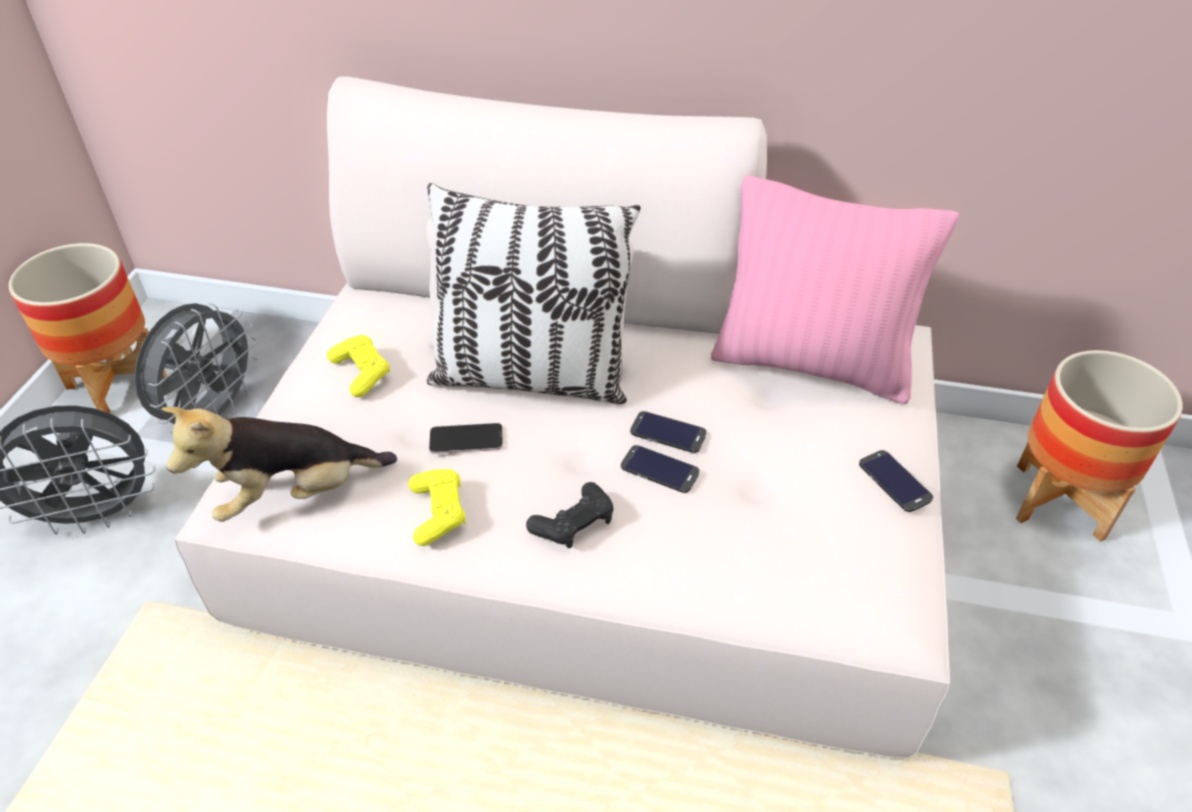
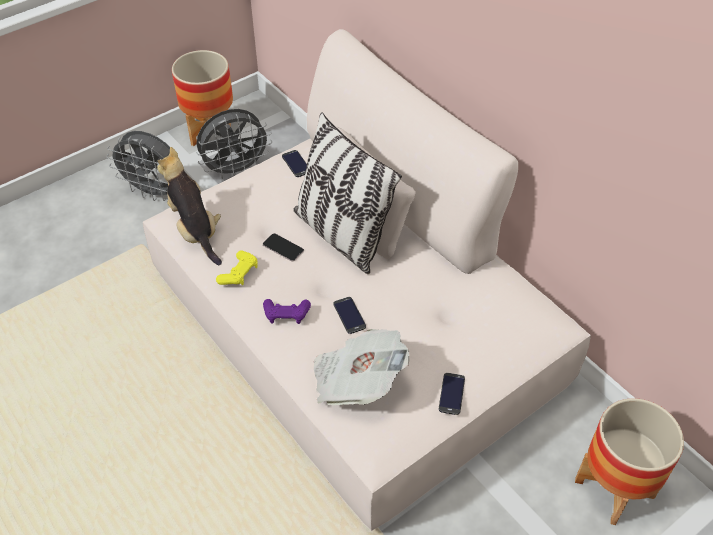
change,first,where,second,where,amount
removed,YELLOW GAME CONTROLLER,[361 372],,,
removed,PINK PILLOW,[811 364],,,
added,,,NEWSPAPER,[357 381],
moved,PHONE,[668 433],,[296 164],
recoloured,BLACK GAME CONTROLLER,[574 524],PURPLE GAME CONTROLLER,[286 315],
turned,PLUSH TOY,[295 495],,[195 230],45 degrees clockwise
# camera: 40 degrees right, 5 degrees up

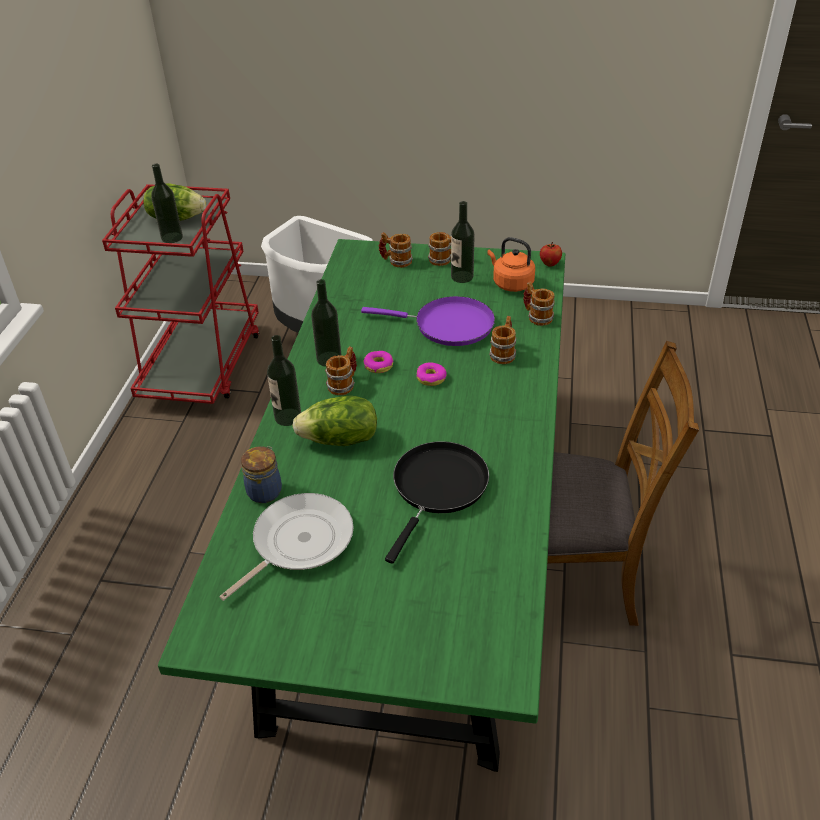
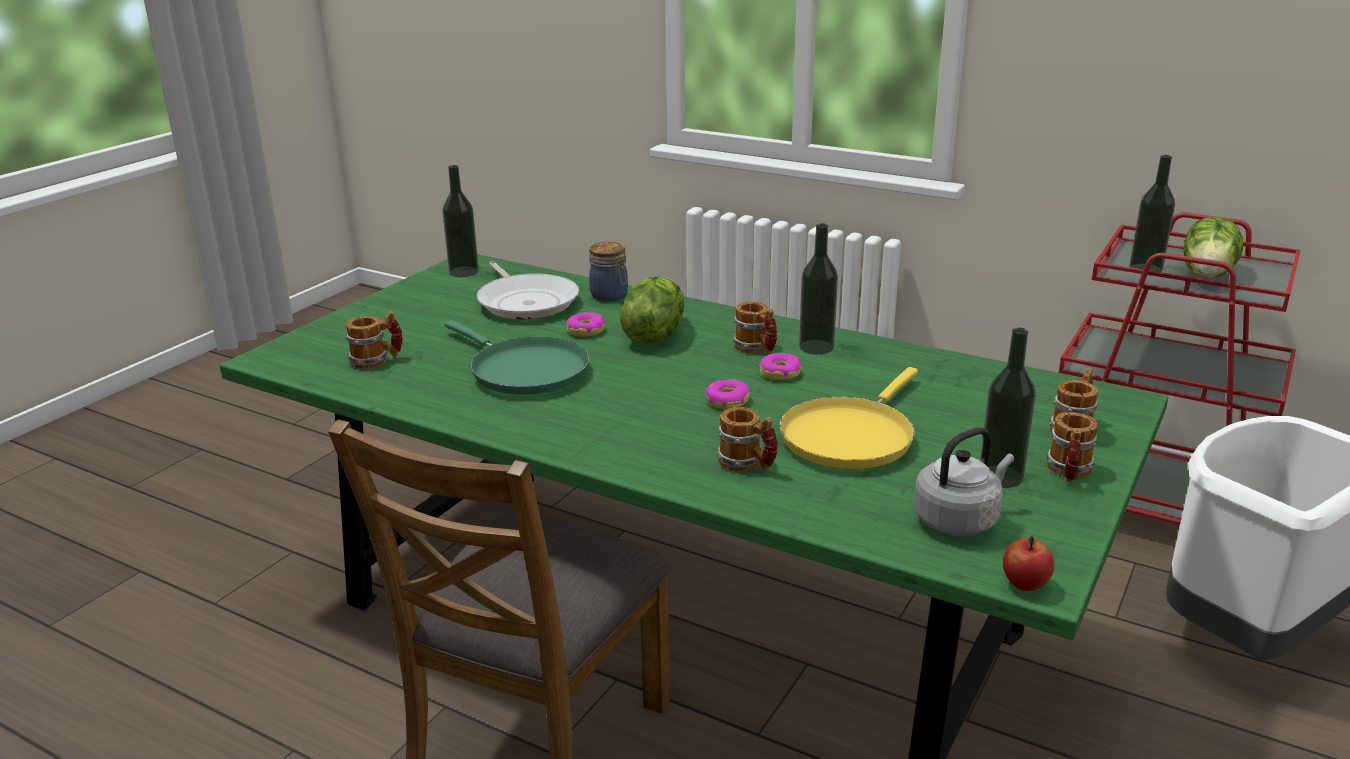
change,first,where,second,where,amount
added,,,DONUT,[586 330],
moved,BOTTLE,[288 417],,[464 272],
moved,MUG,[536 316],,[377 360],
recoloured,PURPLE FRYING PAN,[448 325],YELLOW FRYING PAN,[850 436],
recoloured,BLACK FRYING PAN,[437 488],GREEN FRYING PAN,[524 370],
recoloured,ORANGE KETTLE,[511 283],GREY KETTLE,[959 519],
# camera: 110 degrees right, 15 degrees down

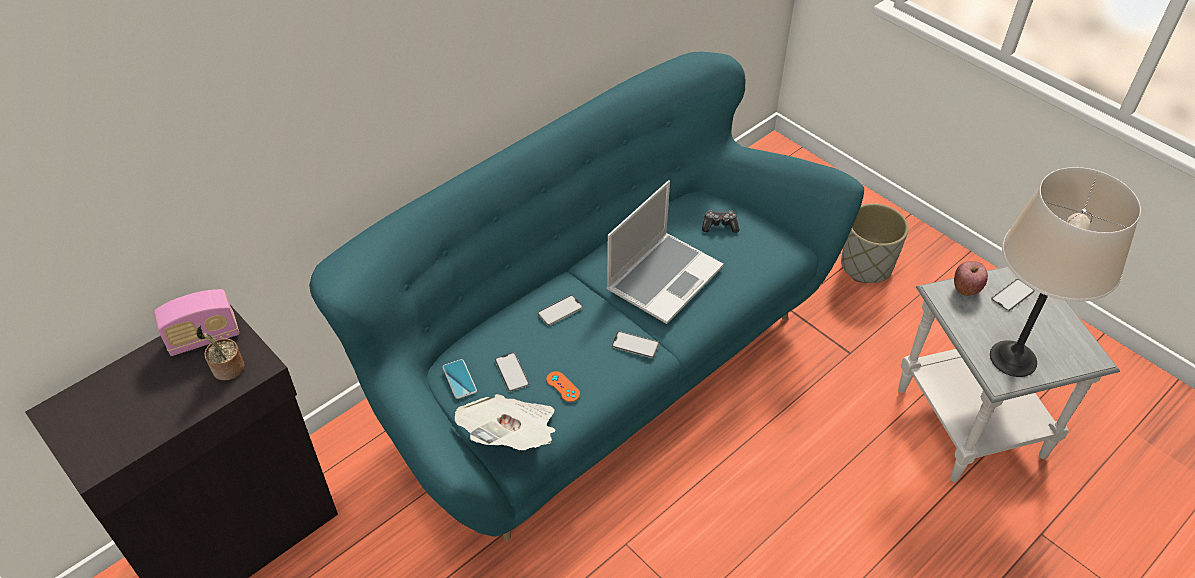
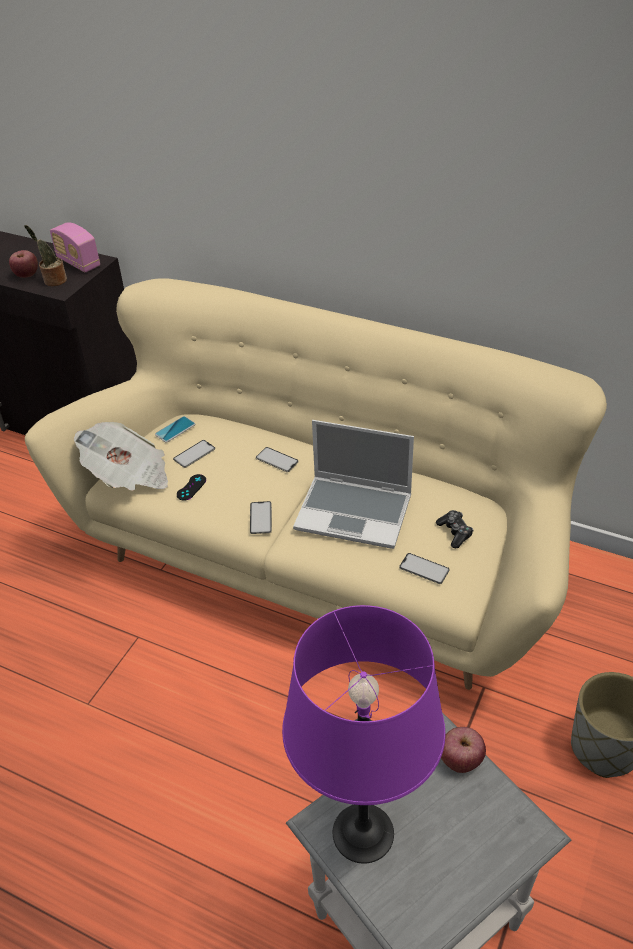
change,first,where,second,where,amount
added,,,APPLE,[27 275],
moved,PHONE,[1012 295],,[424 568],
recoloured,TURQUOISE SOFA,[597 366],BEIGE SOFA,[320 557],
recoloured,ORANGE GAME CONTROLLER,[563 387],BLACK GAME CONTROLLER,[191 487],
recoloured,BEIGE TABLE LAMP,[1013 359],PURPLE TABLE LAMP,[363 833],
# camera: 70 degrees right, 5 degrees down

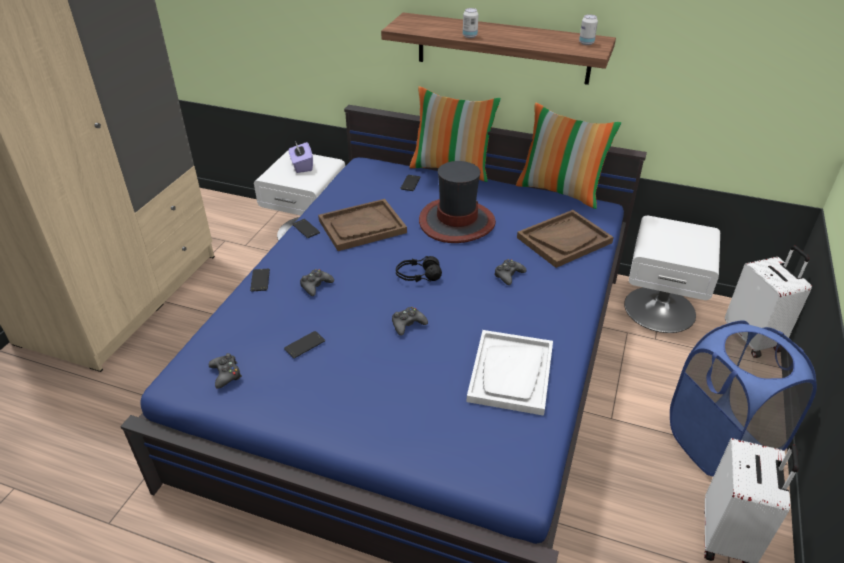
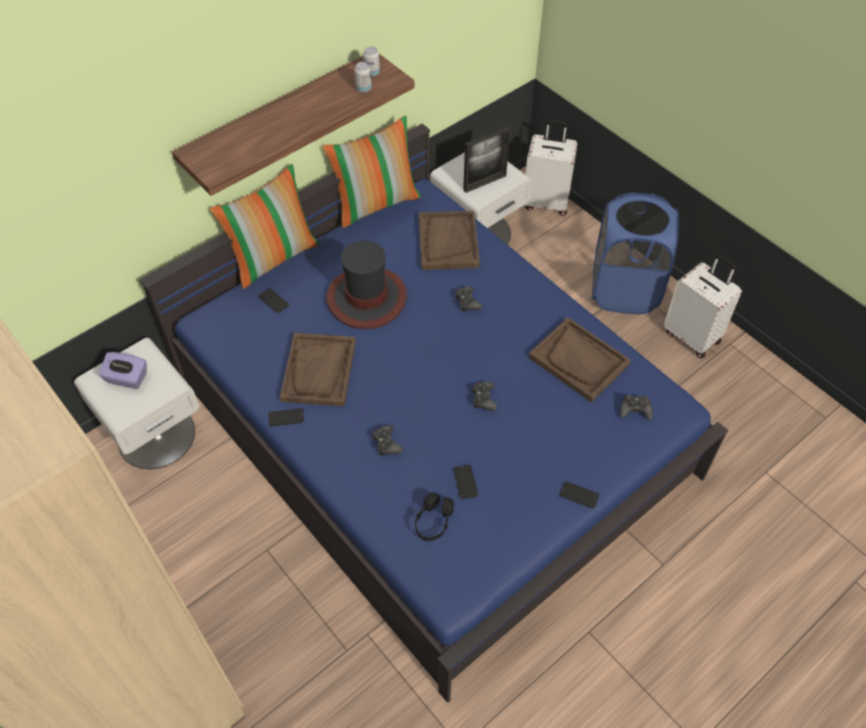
change,first,where,second,where,amount
added,,,PICTURE FRAME,[484 183],
moved,BLACK GAME CONTROLLER,[226 374],,[635 410],
moved,PHONE,[260 280],,[579 495],
moved,BLACK HEADPHONES,[418 276],,[433 522],
moved,CAN,[469 36],,[363 89],
recoloured,WHITE TRAY,[511 373],BROWN TRAY,[579 361],
# camera: 60 degrees left, 15 degrees up

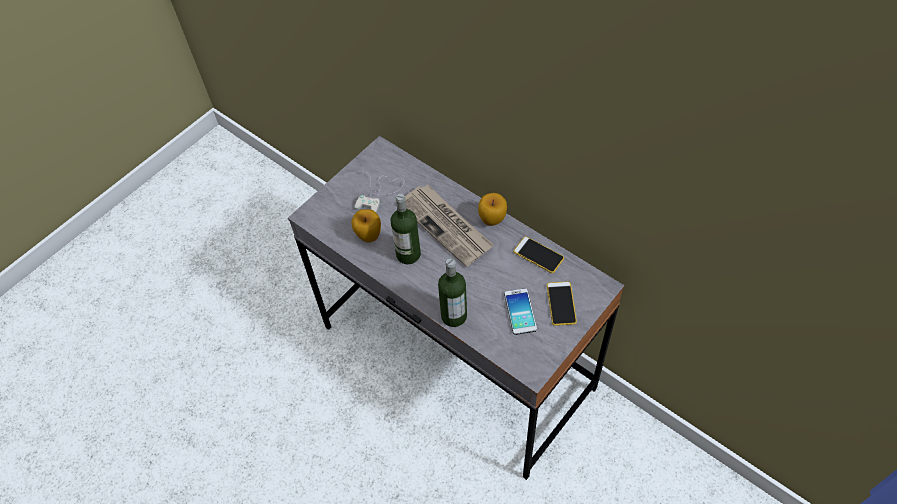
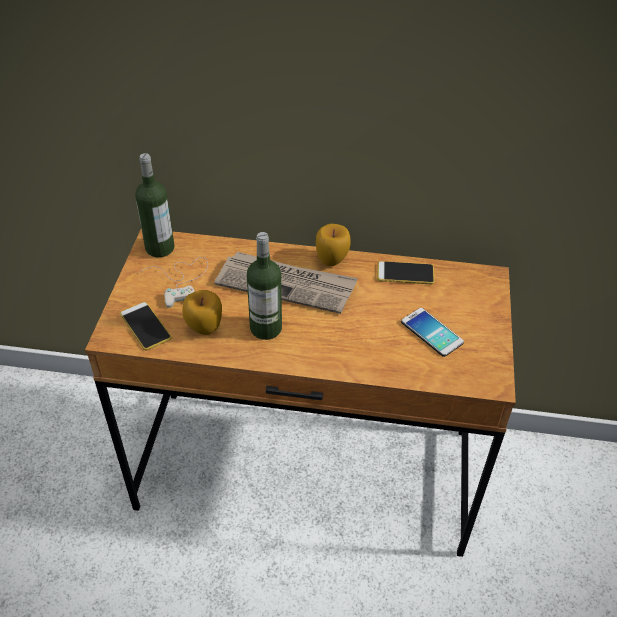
change,first,where,second,where,amount
moved,BOTTLE,[454 316],,[160 248],
moved,PHONE,[561 303],,[145 326],
recoloured,GREY DESK,[457 358],BROWN DESK,[306 470],
# camera: 35 degrees left, 10 degrees down

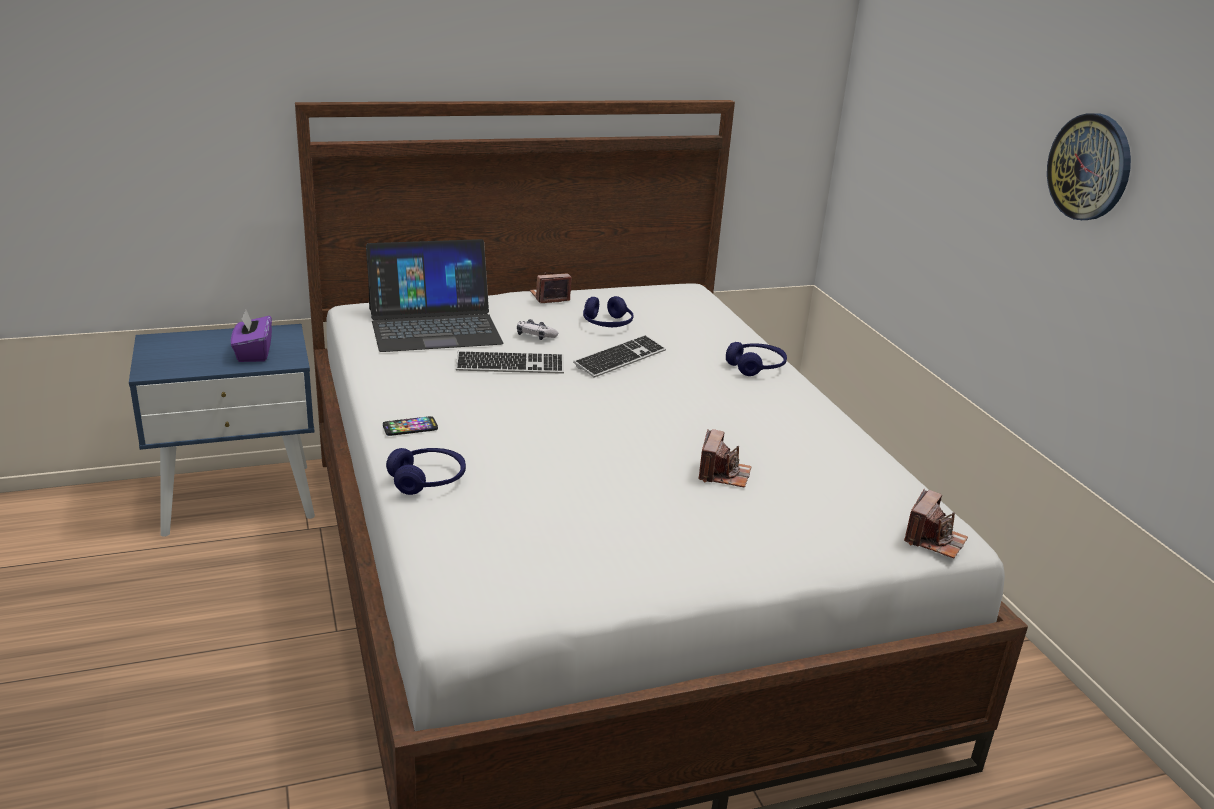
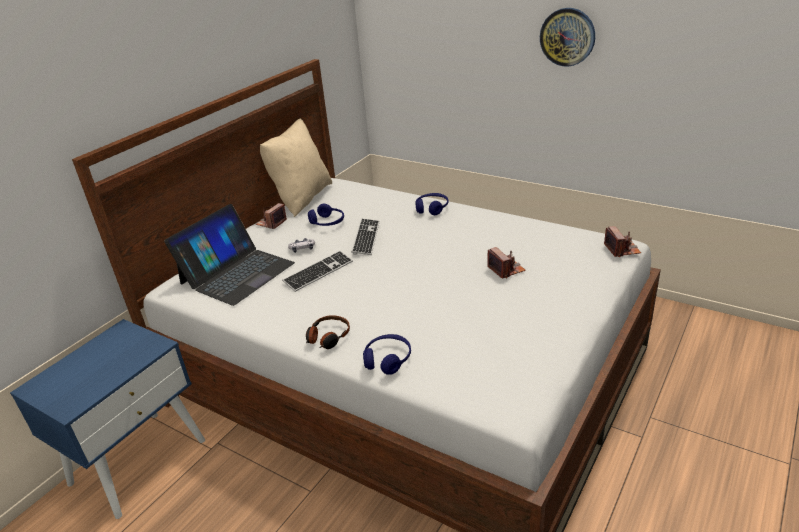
change,first,where,second,where,amount
removed,PURPLE TISSUE BOX,[253 353],,,
added,,,BEIGE PILLOW,[302 198],
replaced,PHONE,[410 427],HEADPHONES,[328 337],
# camera: 35 degrees left, 5 degrees up

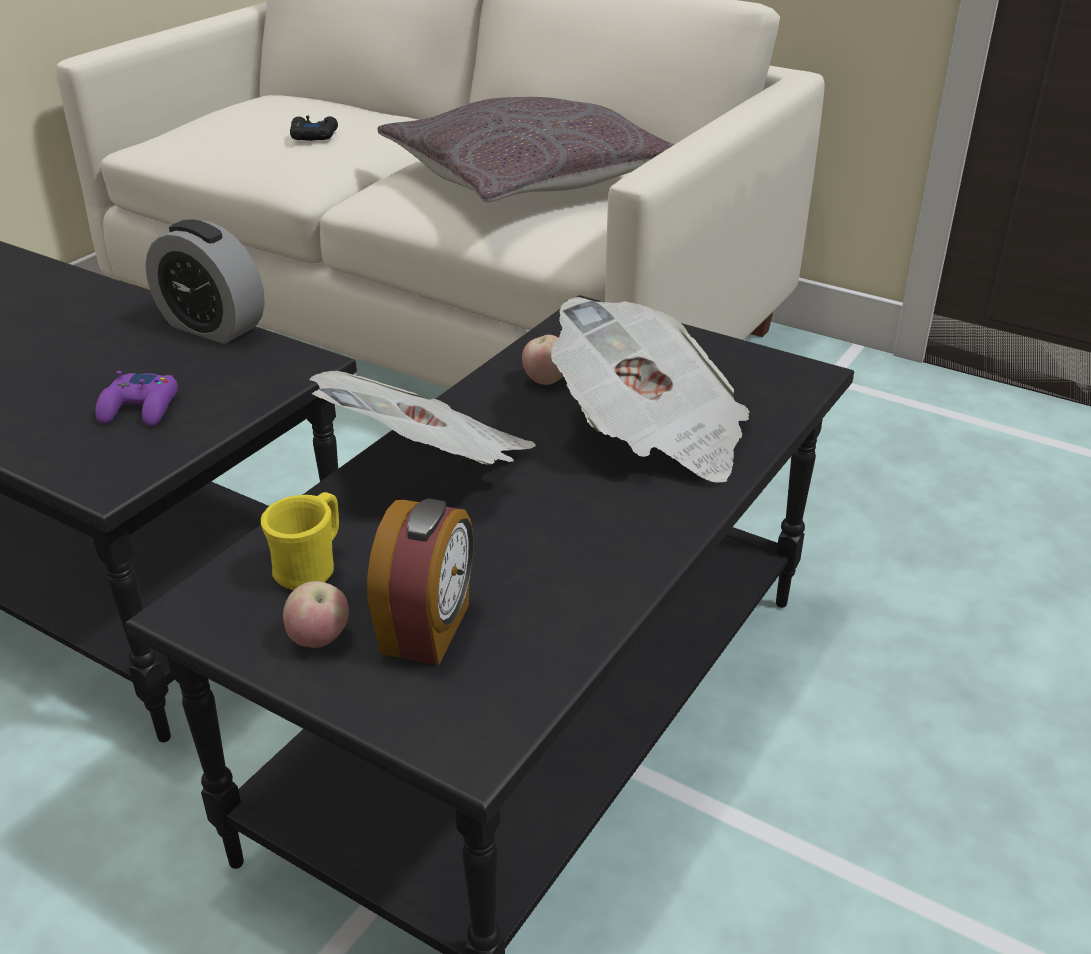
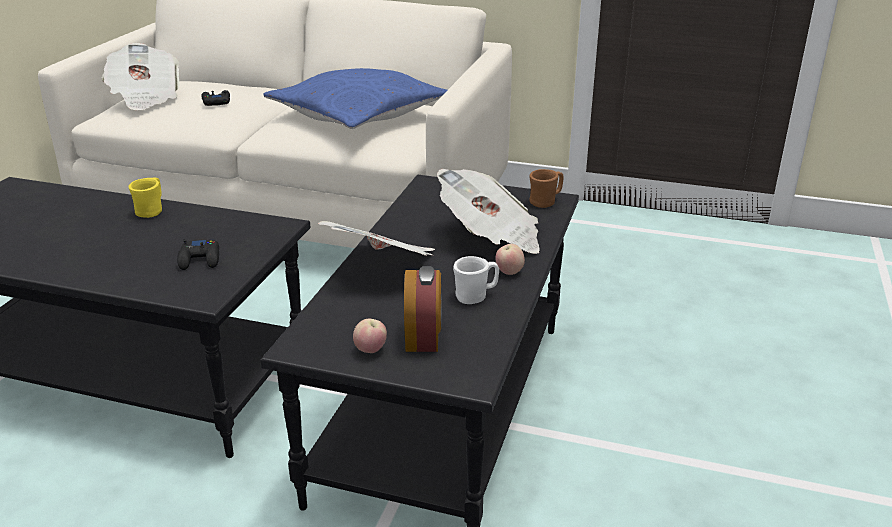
change,first,where,second,where,amount
removed,ALARM CLOCK,[212 327],,,
added,,,NEWSPAPER,[145 97],
added,,,WHITE MUG,[475 296],
added,,,BROWN MUG,[545 202],
moved,YELLOW MUG,[311 568],,[152 211],
moved,APPLE,[546 381],,[509 272],
recoloured,PURPLE GAME CONTROLLER,[140 409],BLACK GAME CONTROLLER,[200 260],
recoloured,GREY PILLOW,[528 176],BLUE PILLOW,[358 114],
# camera: 15 degrees left, 5 degrees down

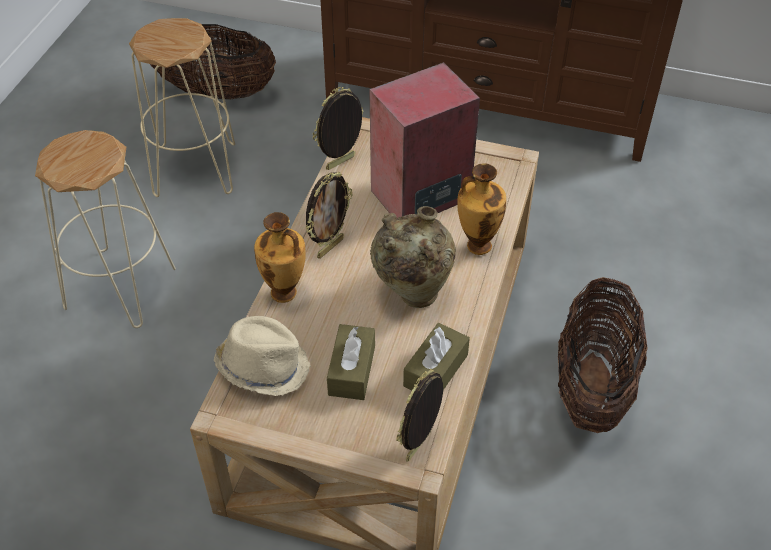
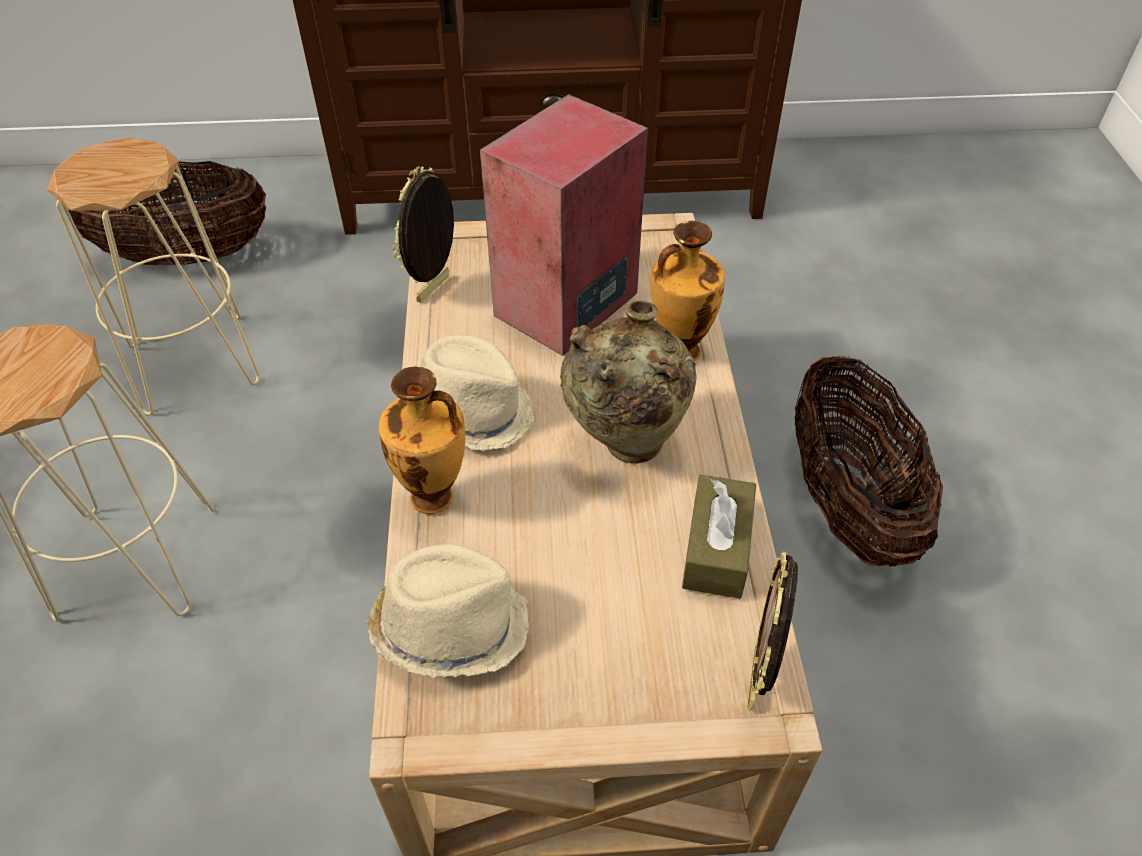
change,first,where,second,where,amount
removed,BROWN TISSUE BOX,[352 370],,,
replaced,PICTURE FRAME,[329 247],BEIGE HAT,[471 410],
# camera: 20 degrees left, 0 degrees up

